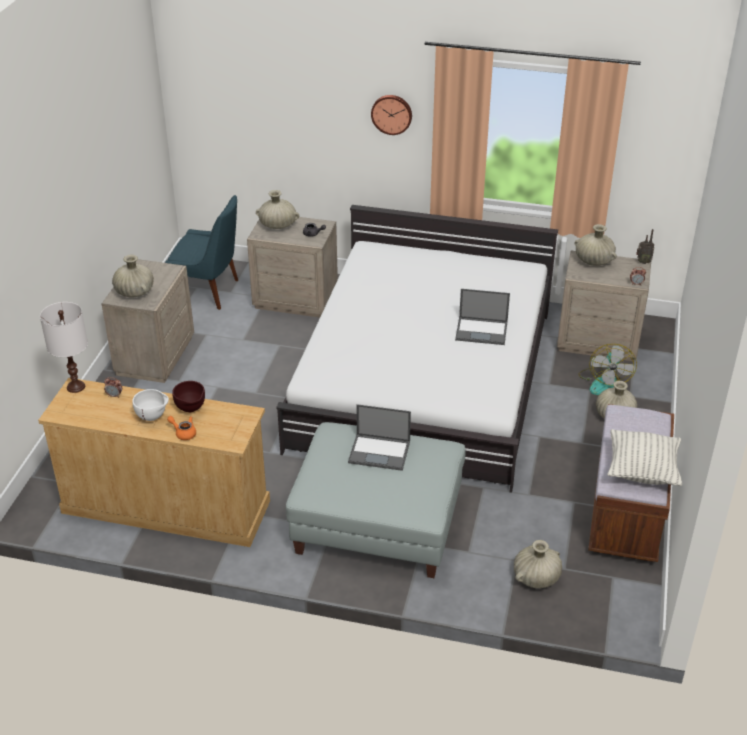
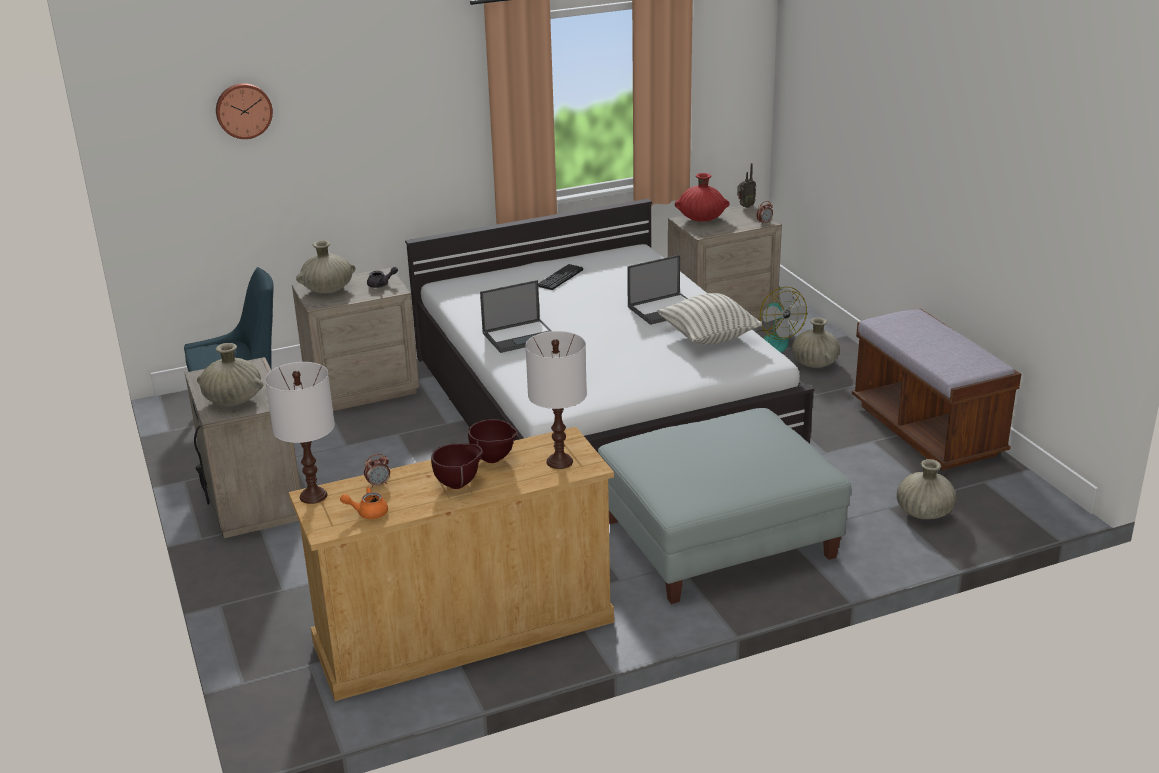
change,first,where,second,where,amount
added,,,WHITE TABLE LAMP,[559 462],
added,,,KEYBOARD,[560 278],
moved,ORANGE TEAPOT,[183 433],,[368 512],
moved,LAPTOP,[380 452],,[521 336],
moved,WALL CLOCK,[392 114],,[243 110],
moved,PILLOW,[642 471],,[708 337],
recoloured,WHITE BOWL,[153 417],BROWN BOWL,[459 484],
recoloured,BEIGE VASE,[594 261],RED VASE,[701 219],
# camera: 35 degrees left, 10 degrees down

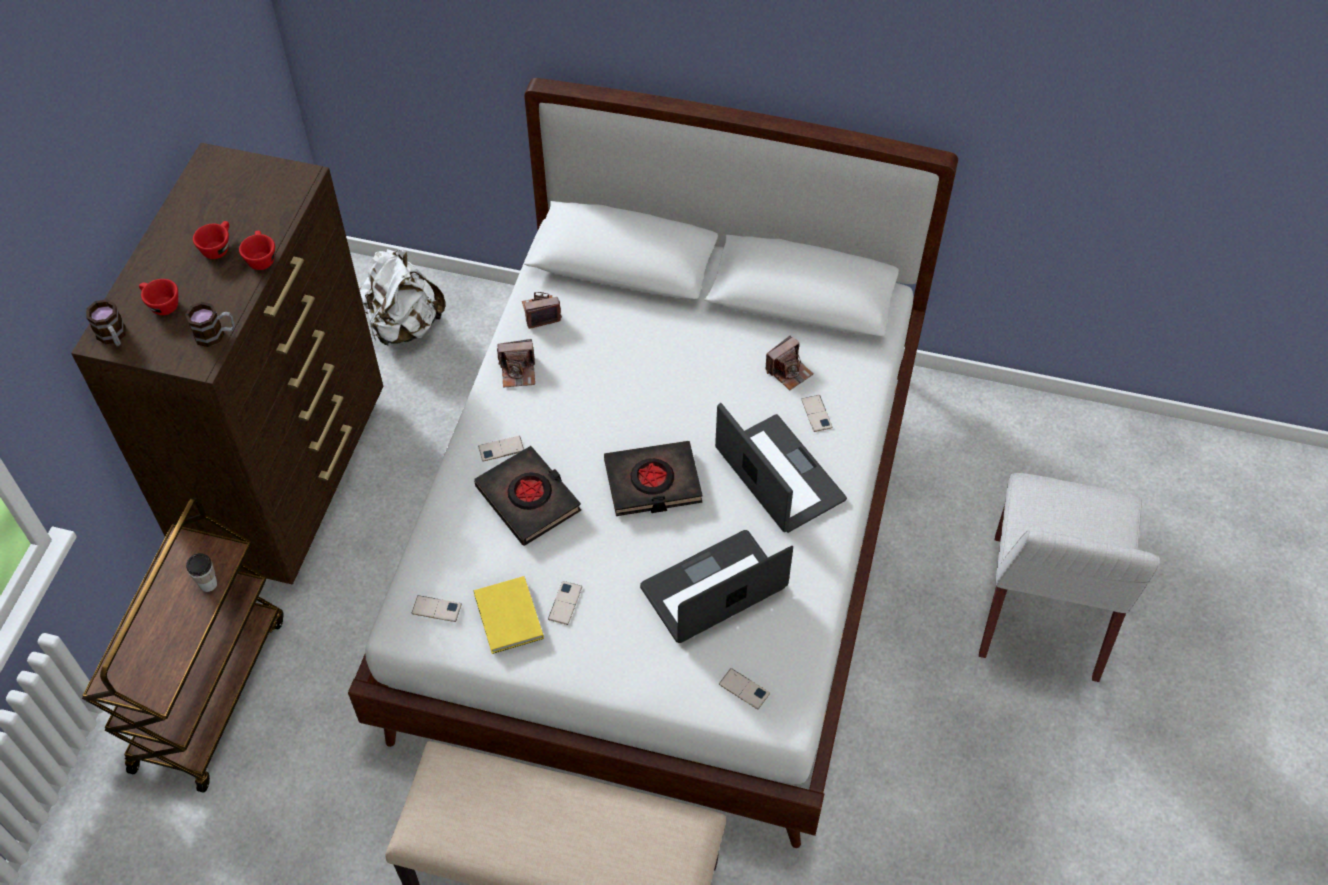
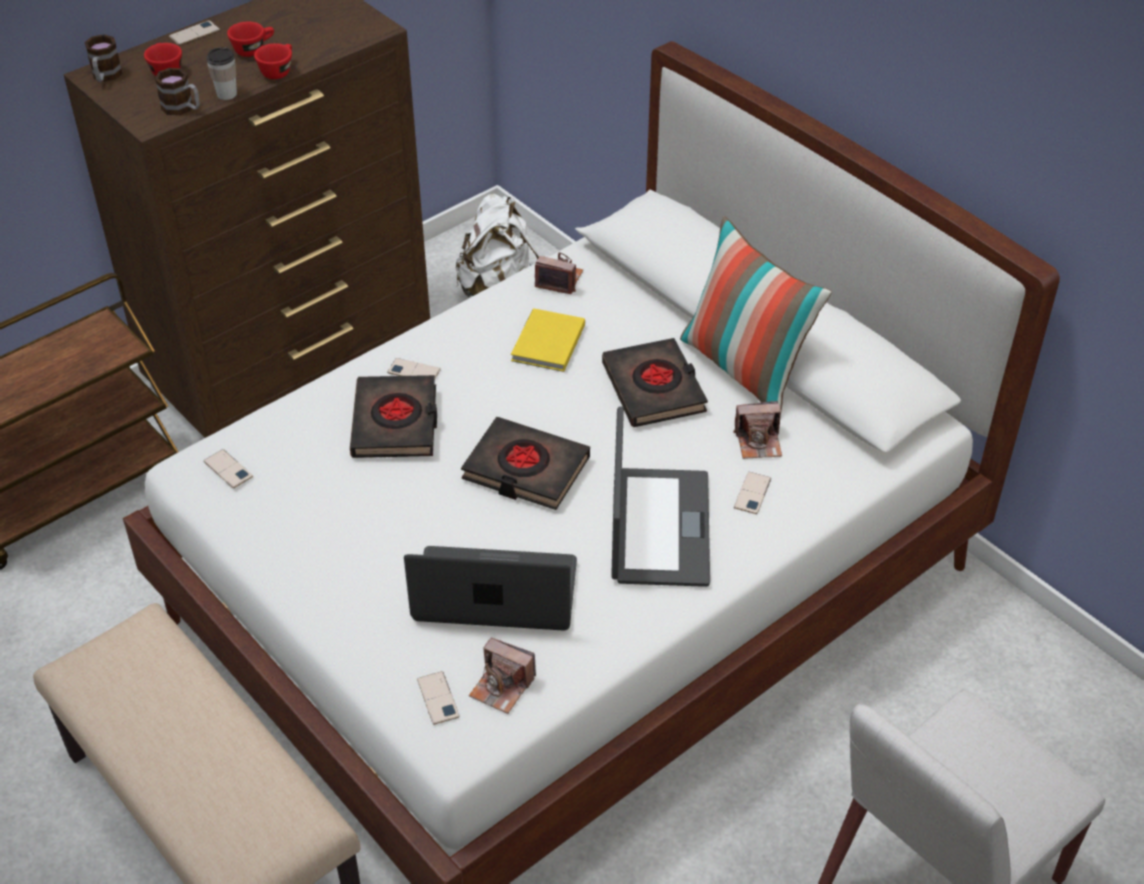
change,first,where,second,where,amount
added,,,BLACK BOOK,[654 388],
added,,,PILLOW,[745 370],
moved,CUP,[208 584],,[227 94],
moved,YELLOW BOOK,[508 618],,[546 344],
moved,PHOTO CAMERA,[518 372],,[502 687],
moved,PHONE,[565 603],,[194 33],
# camera: 35 degrees right, 10 degrees down

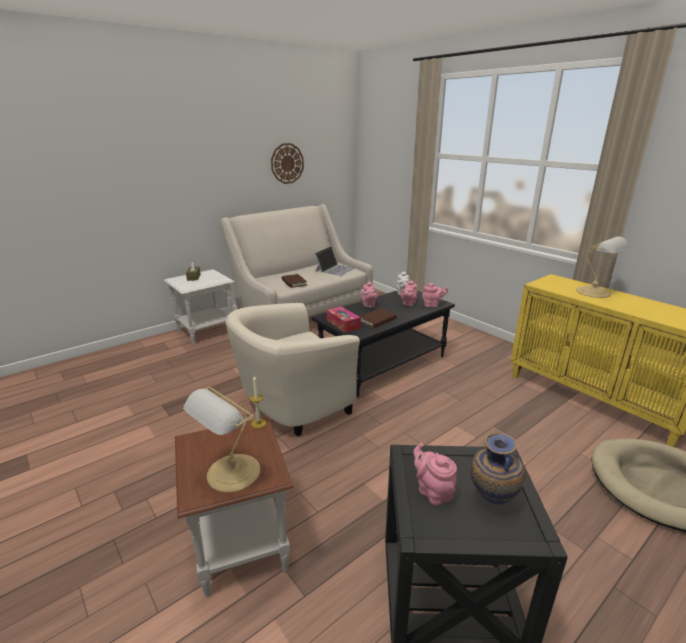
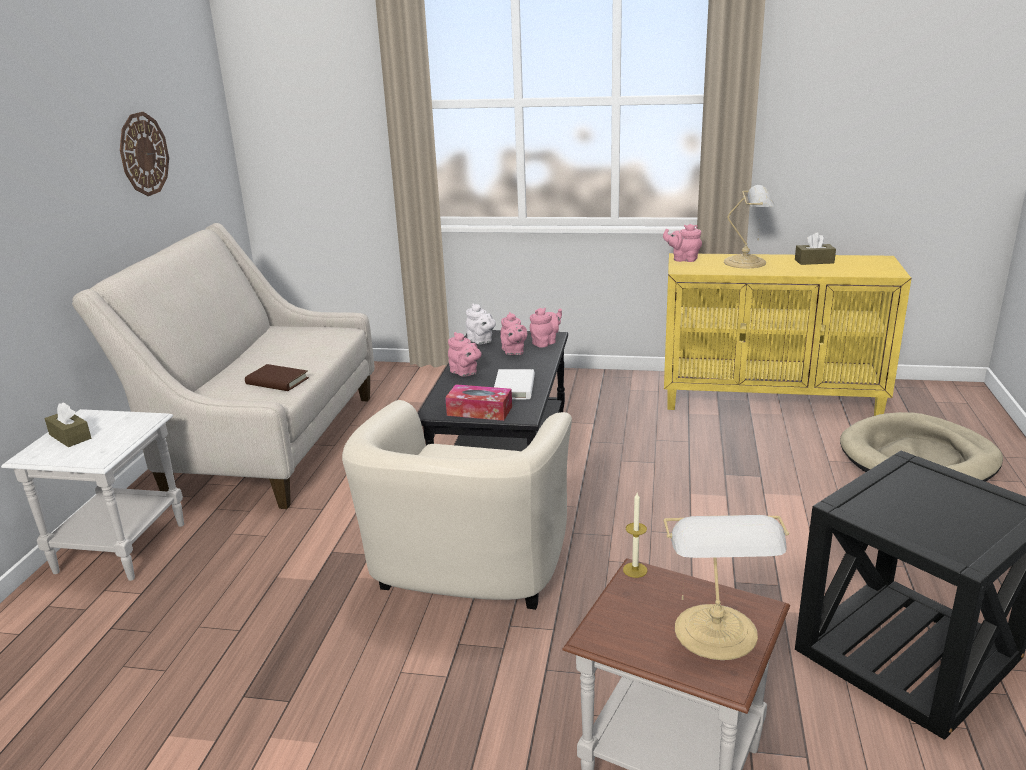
change,first,where,second,where,amount
removed,LAPTOP,[335 269],,,
removed,VASE,[490 502],,,
added,,,BROWN TISSUE BOX,[814 261],
moved,PINK TEAPOT,[432 491],,[683 259],
recoloured,BROWN BOOK,[377 320],WHITE BOOK,[514 388],
# camera: 40 degrees left, 0 degrees up

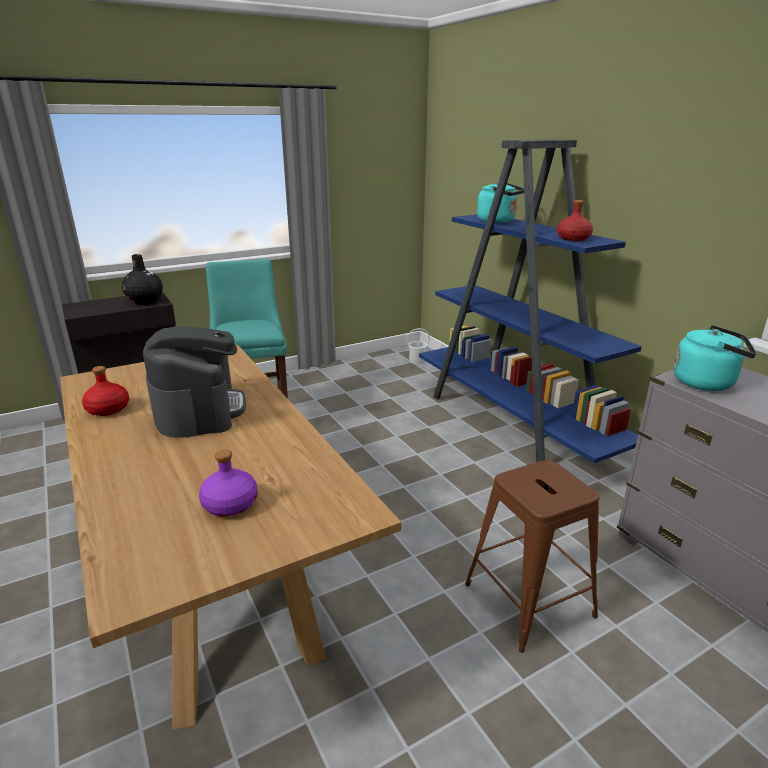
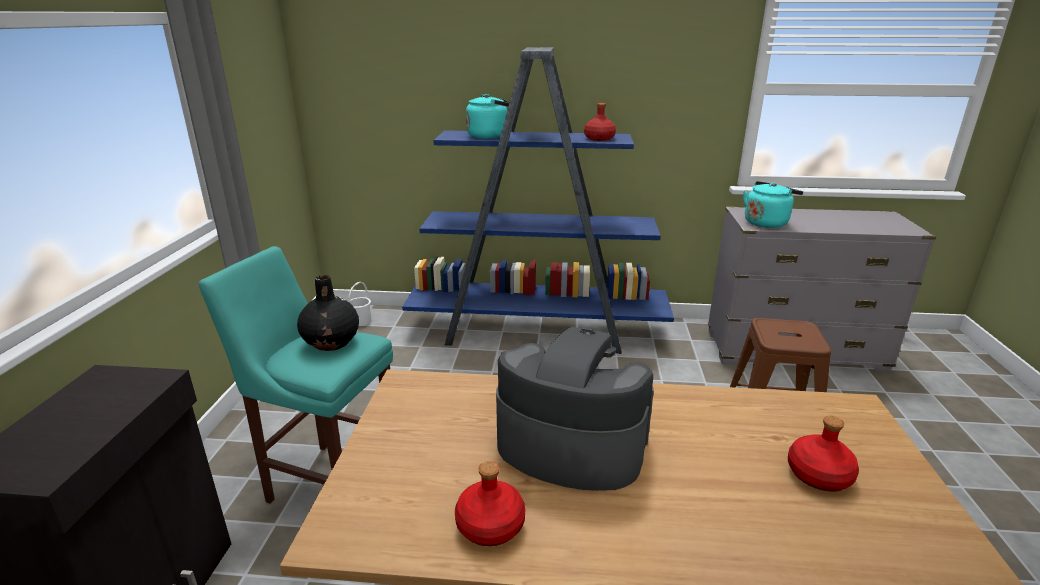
change,first,where,second,where,amount
moved,BLACK VASE,[145 301],,[332 342],
recoloured,PURPLE BOTTLE,[229 504],RED BOTTLE,[818 476],
# camera: 55 degrees left, 0 degrees up

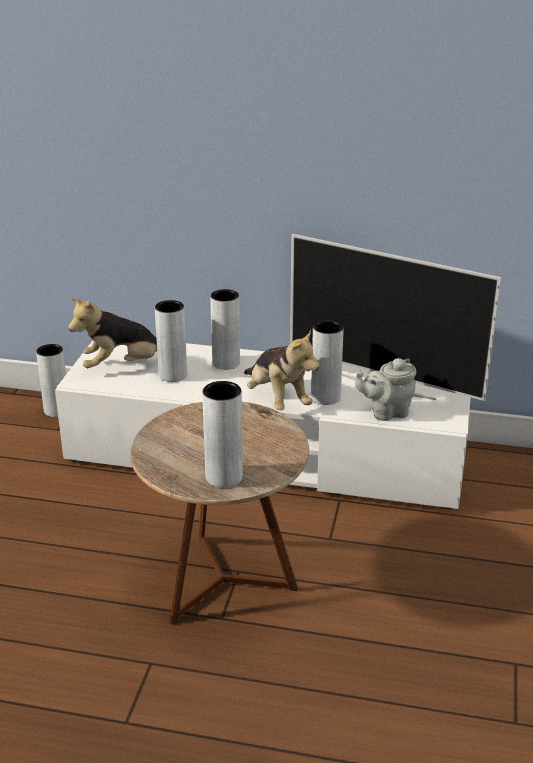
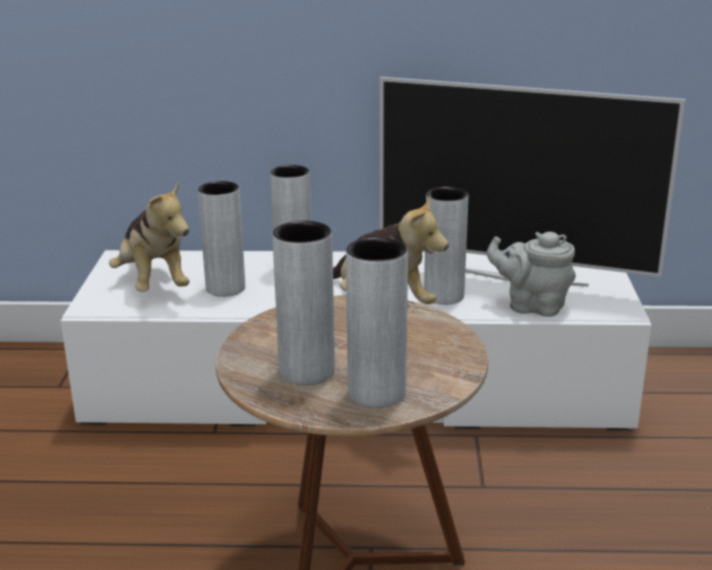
change,first,where,second,where,amount
moved,GREY VASE,[57 410],,[307 371],
turned,PLUSH TOY,[123 366],,[153 283],90 degrees counterclockwise
turned,GREY TEAPOT,[386 412],,[532 306],45 degrees clockwise
# camera: 10 degrees left, 5 degrees down

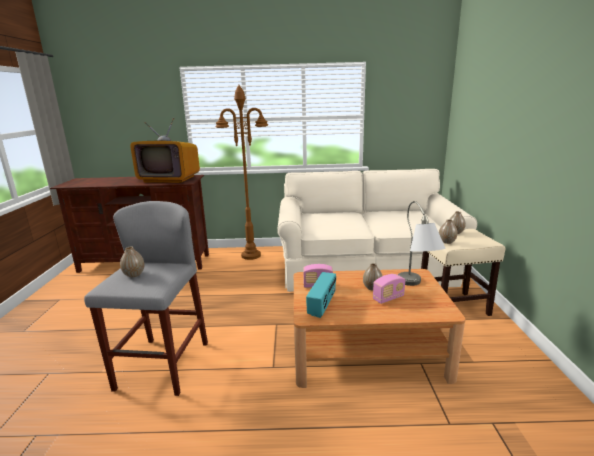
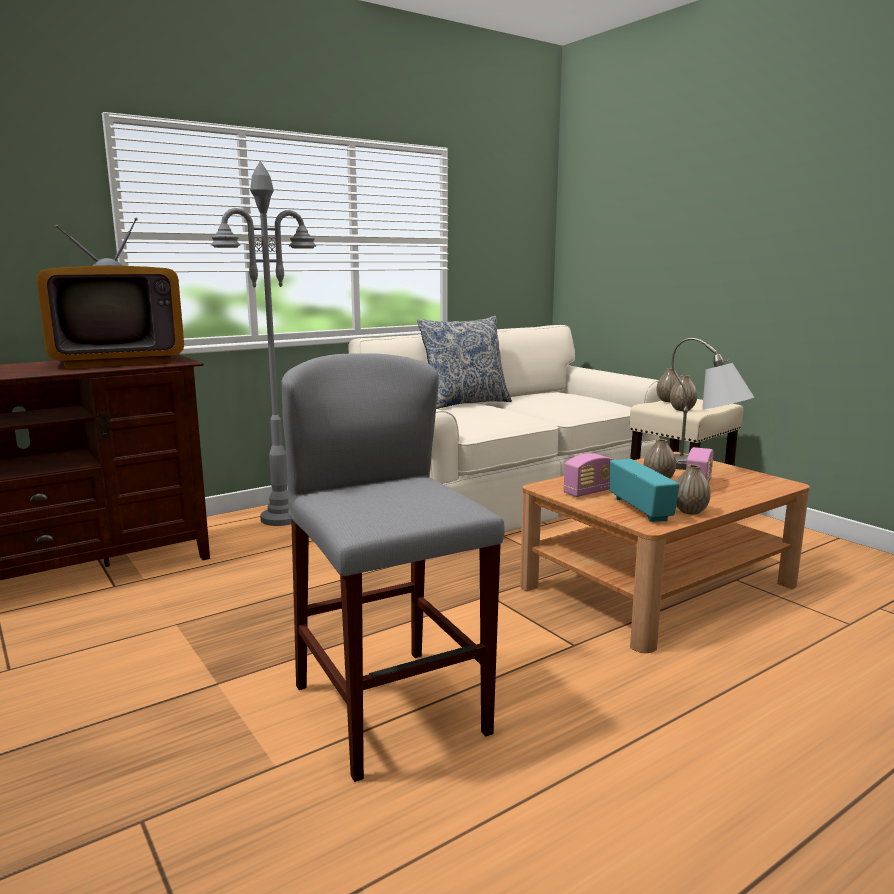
change,first,where,second,where,amount
added,,,PILLOW,[465 403],
moved,VASE,[134 275],,[690 511],
recoloured,BROWN FLOOR LAMP,[251 255],GREY FLOOR LAMP,[282 518],
# camera: 35 degrees left, 5 degrees down

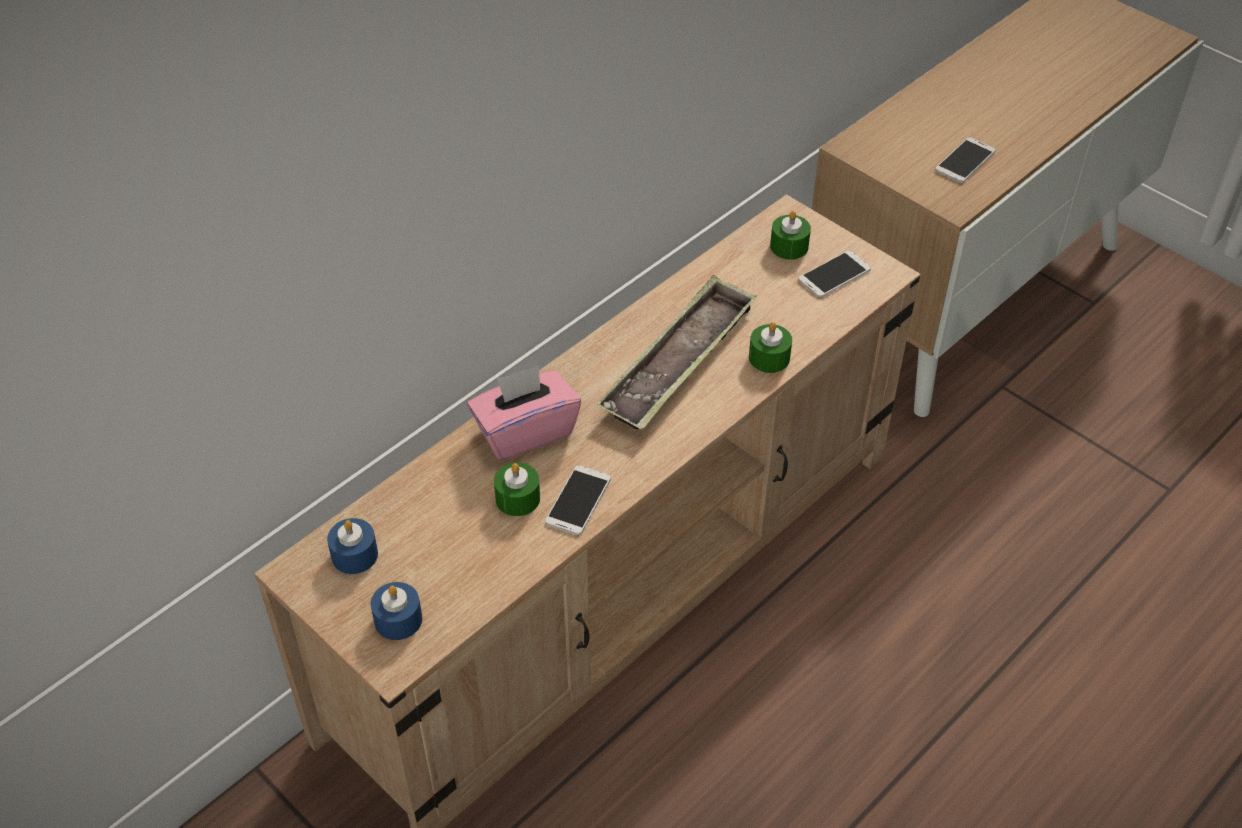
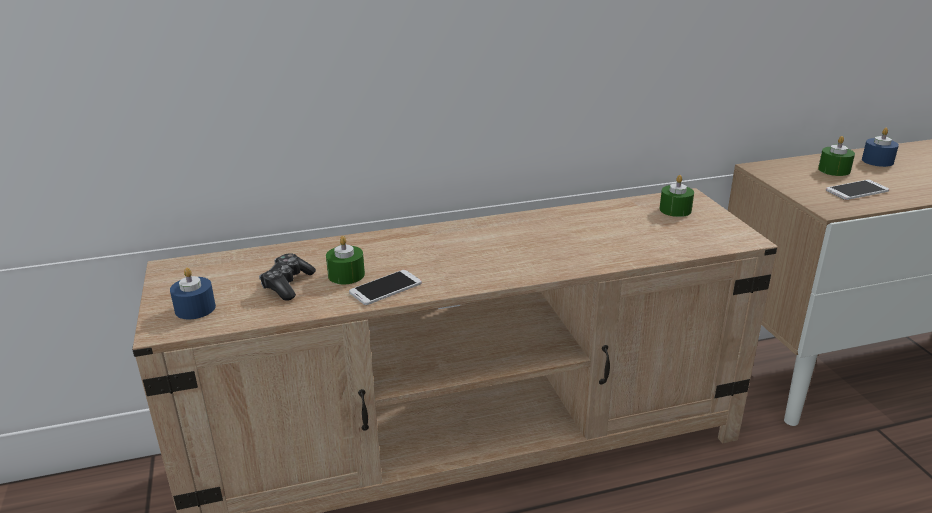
change,first,where,second,where,amount
removed,PINK TISSUE BOX,[525 431],,,
removed,TRAY,[679 362],,,
removed,PHONE,[834 275],,,
added,,,GAME CONTROLLER,[287 284],
moved,BLUE CANDLE,[354 555],,[877 161],
moved,GREEN CANDLE,[769 358],,[834 170],
# camera: 30 degrees right, 20 degrees down

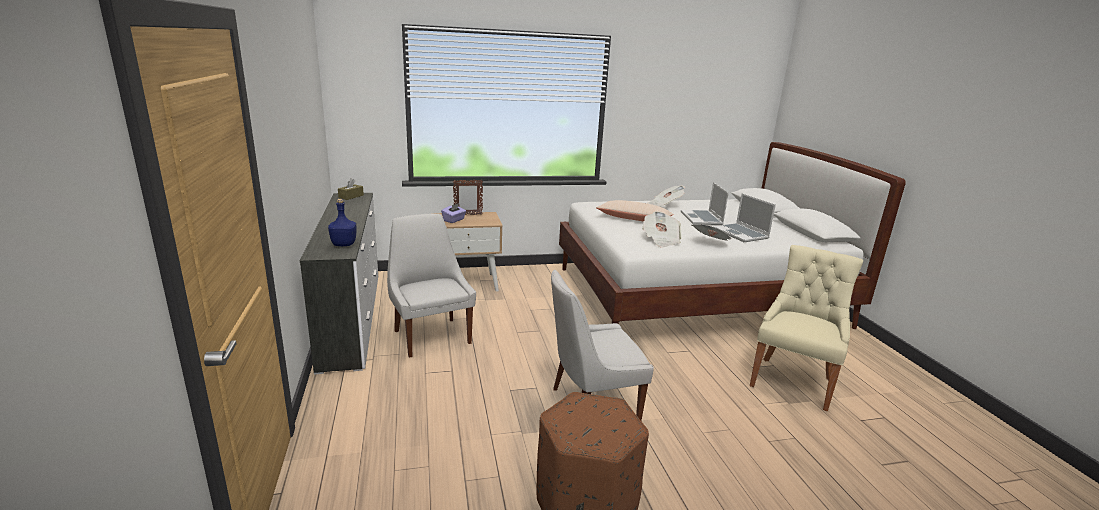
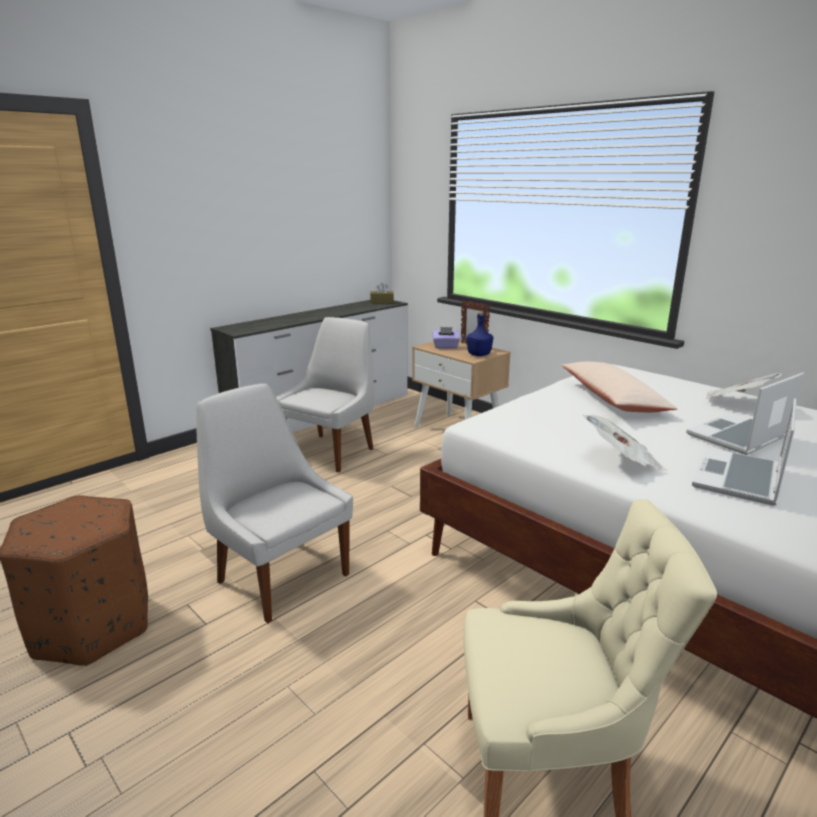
change,first,where,second,where,amount
removed,NEWSPAPER,[661 240],,,
moved,BLUE BOTTLE,[343 244],,[478 354],
# camera: 60 degrees right, 0 degrees up

